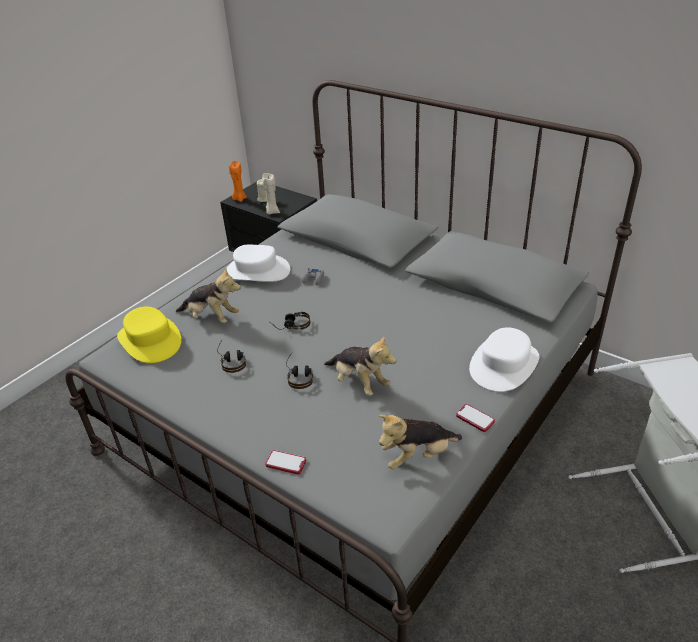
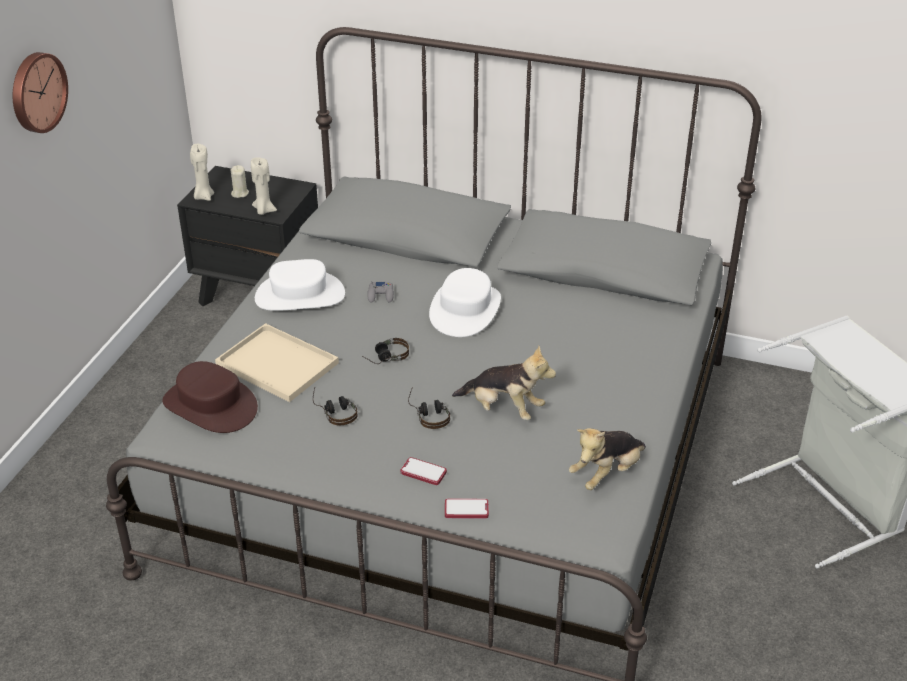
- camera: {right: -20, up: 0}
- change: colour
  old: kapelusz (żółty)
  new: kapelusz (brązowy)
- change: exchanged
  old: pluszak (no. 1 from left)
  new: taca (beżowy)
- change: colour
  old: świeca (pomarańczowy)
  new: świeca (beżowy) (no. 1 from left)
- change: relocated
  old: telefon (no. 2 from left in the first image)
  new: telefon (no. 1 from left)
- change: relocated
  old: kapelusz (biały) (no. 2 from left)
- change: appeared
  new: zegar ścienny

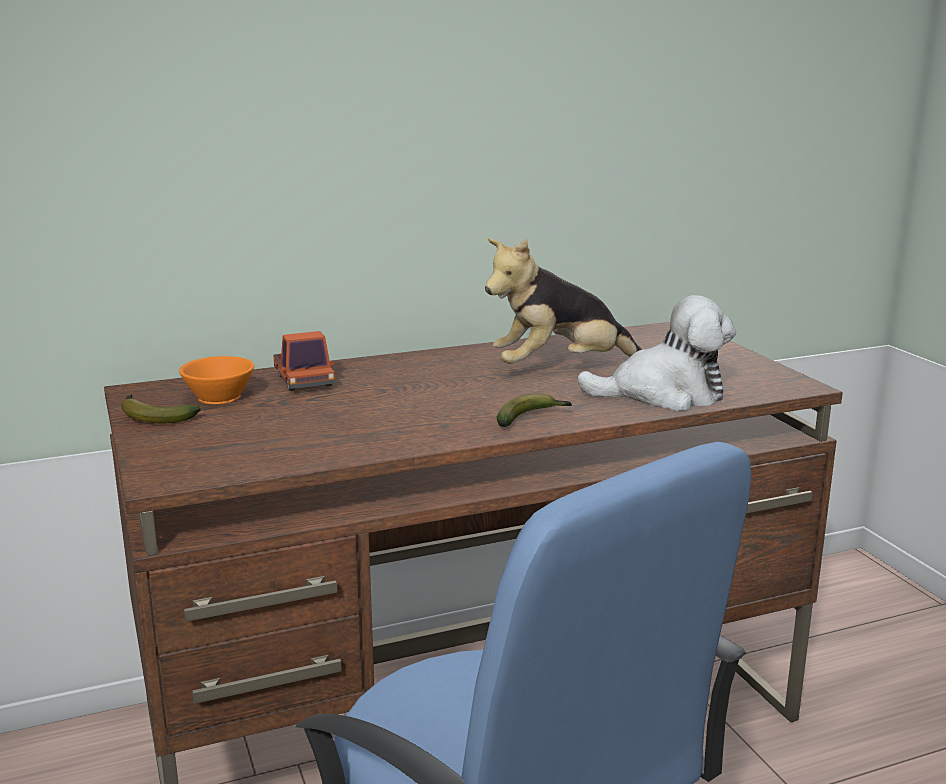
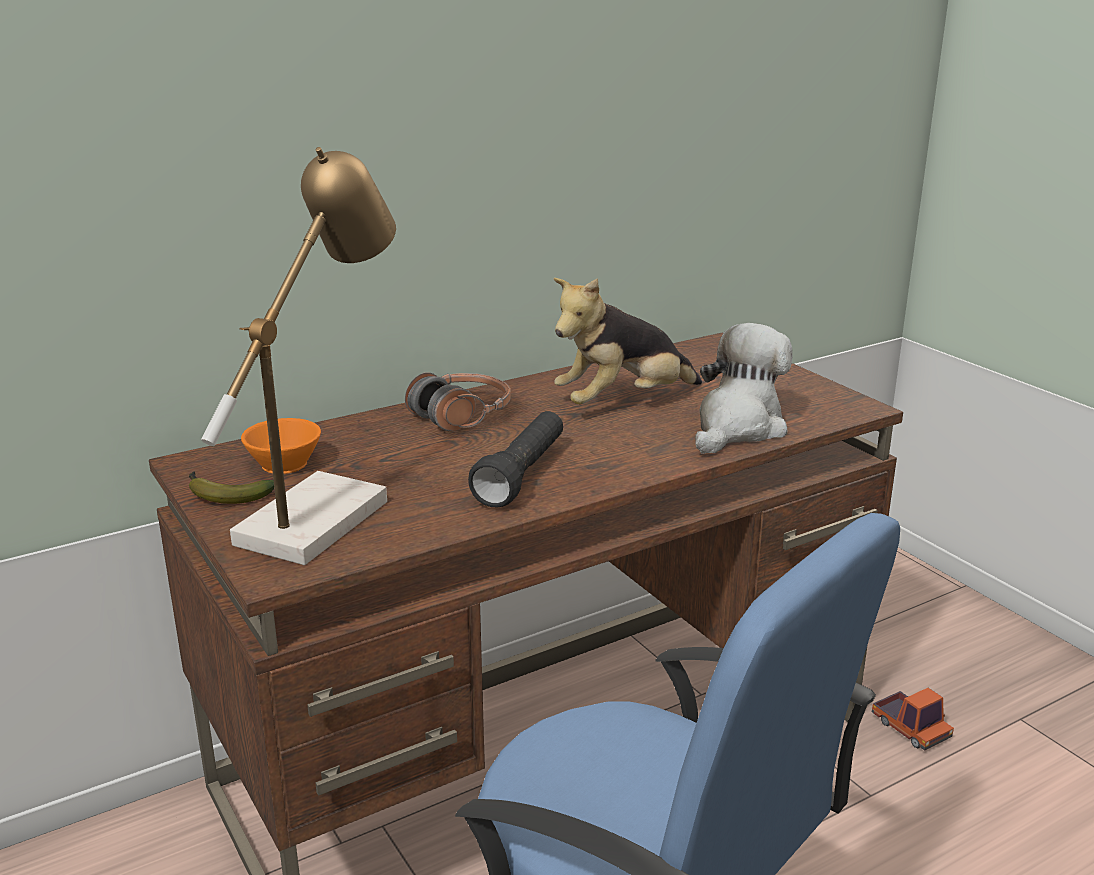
- camera: {right: -10, up: 5}
- change: relocated
  old: ciężarówka zabawkowa
- change: missing
  old: banan (no. 2 from left)
- change: spun
  old: pluszak (no. 2 from left)
  degrees: -45
- change: appeared
  new: lampa stołowa
- change: appeared
  new: słuchawki
- change: appeared
  new: latarka (czarny)

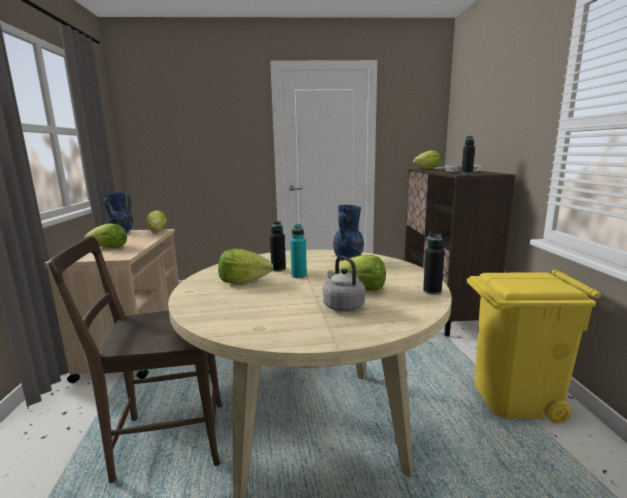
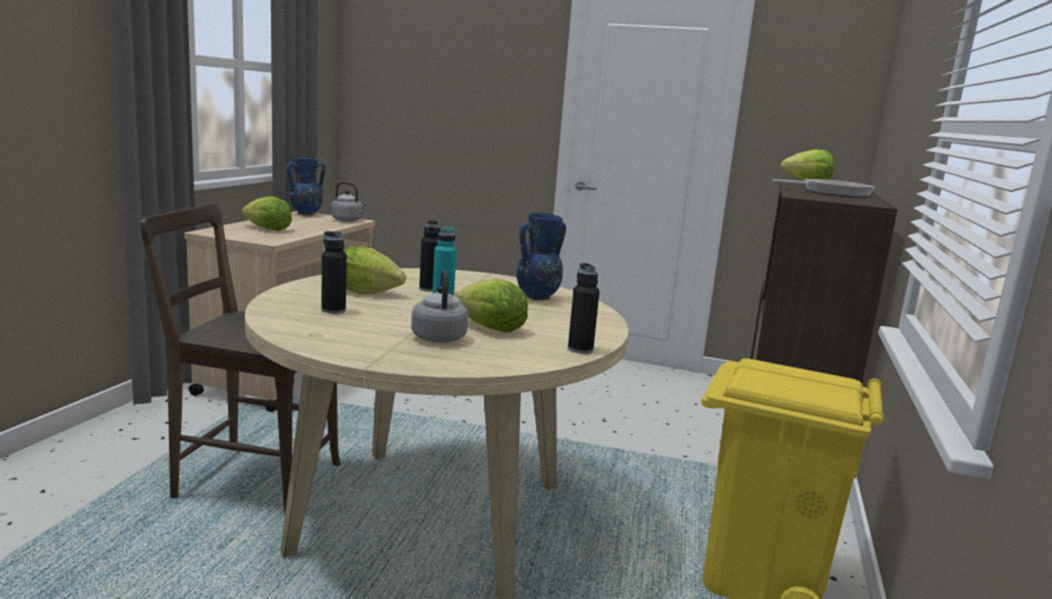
- camera: {right: 20, up: 0}
- change: exchanged
  old: sałata (no. 2 from left)
  new: czajnik (szary) (no. 1 from left)
- change: relocated
  old: butelka (czarny) (no. 3 from left in the first image)
  new: butelka (czarny) (no. 1 from left)

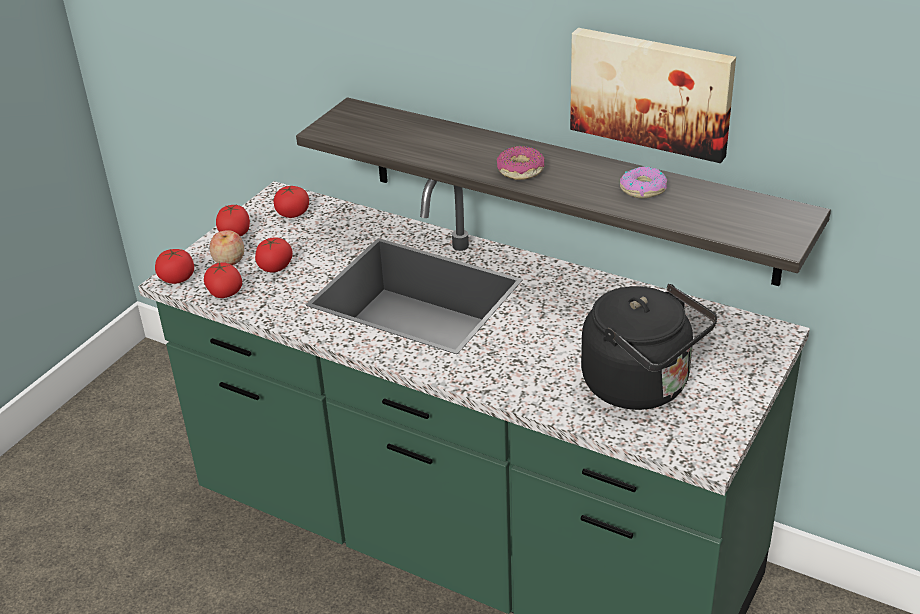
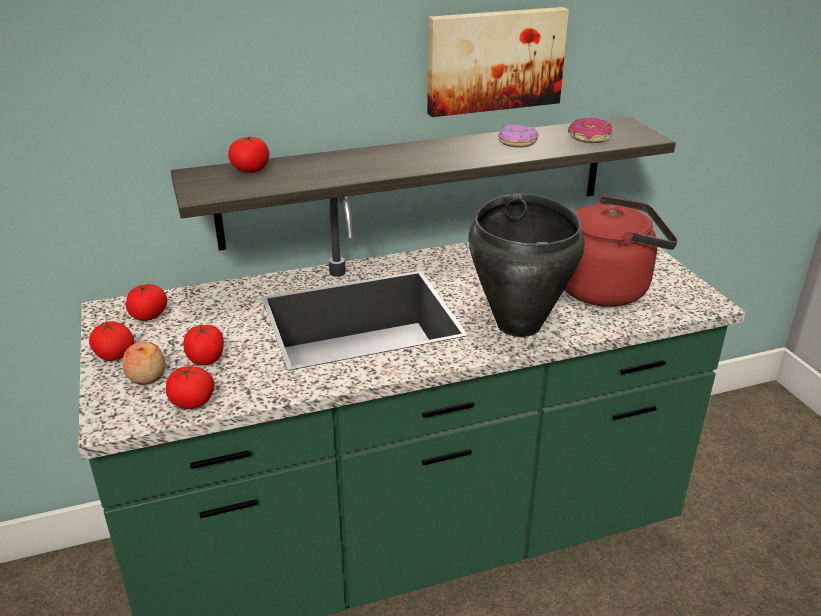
- camera: {right: -50, up: -5}
- change: relocated
  old: pomidor (no. 1 from left in the first image)
  new: pomidor (no. 5 from left)
- change: relocated
  old: donut (no. 1 from left in the first image)
  new: donut (no. 2 from left)
- change: colour
  old: czajnik (czarny)
  new: czajnik (czerwony)
- change: appeared
  new: garnek (czarny)

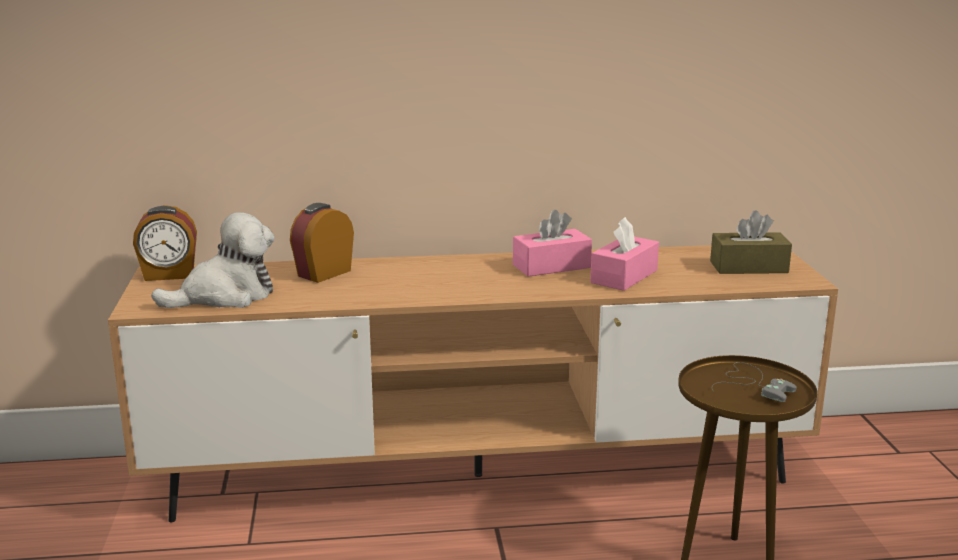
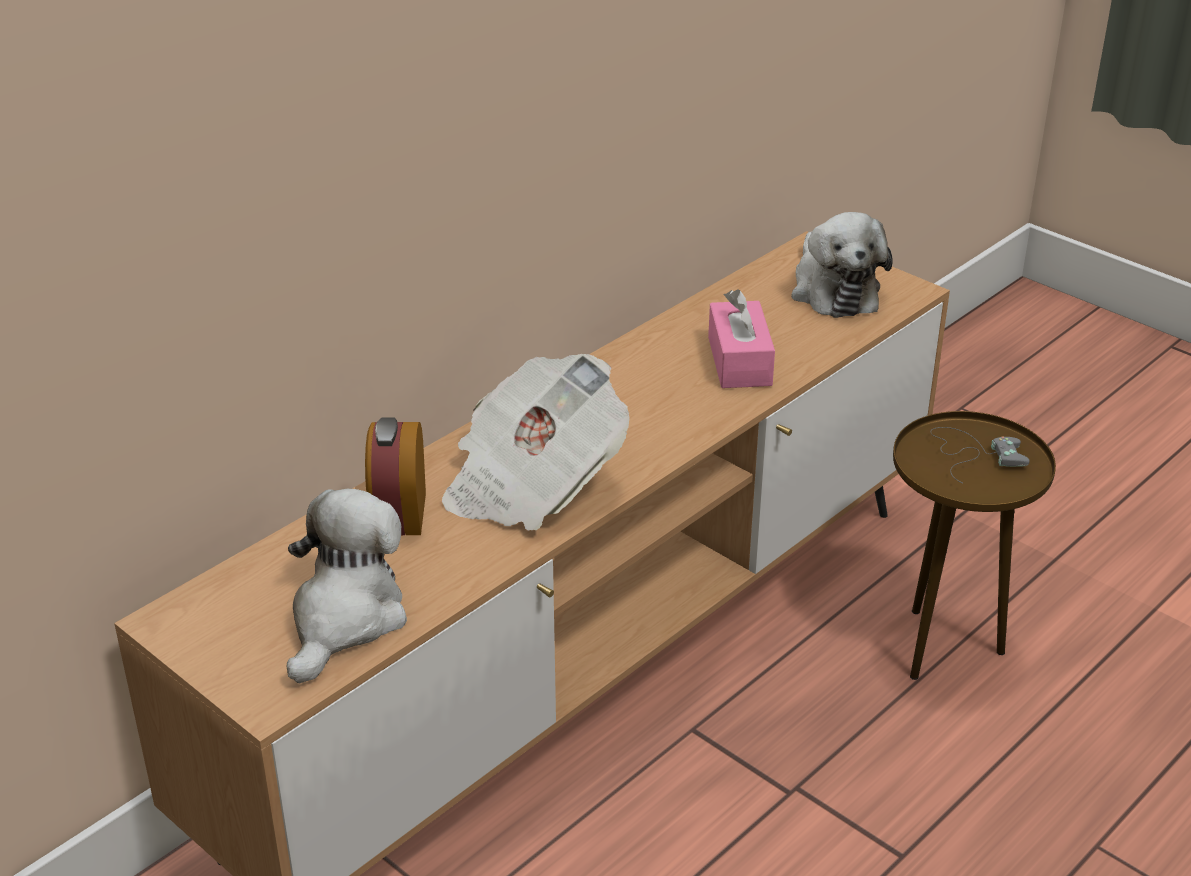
- camera: {right: -40, up: 15}
- change: missing
  old: budzik (no. 1 from left)
- change: missing
  old: pudełko chusteczek (różowy) (no. 1 from left)
- change: exchanged
  old: pudełko chusteczek (brązowy)
  new: pluszak (no. 2 from left)
- change: appeared
  new: gazeta

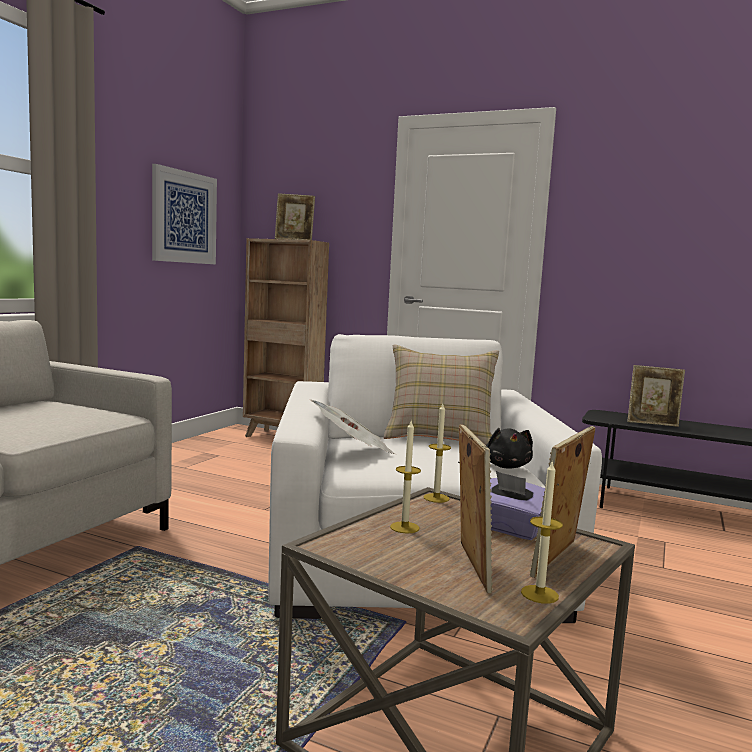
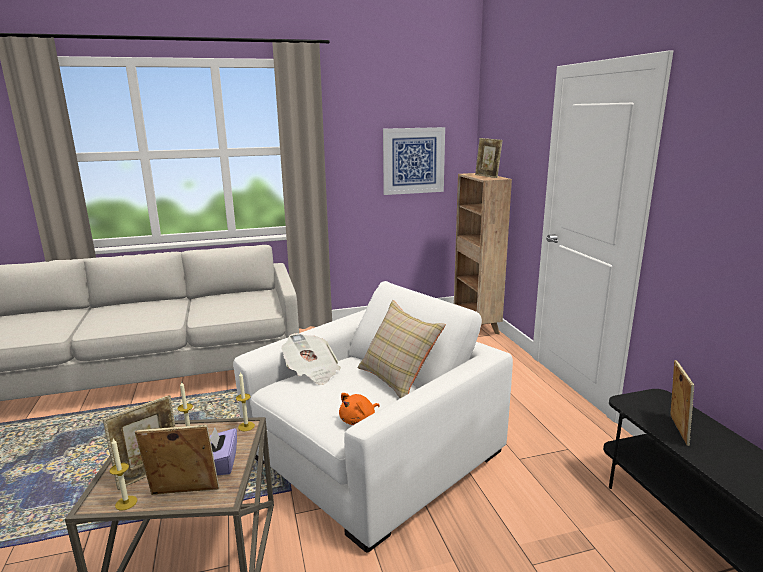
- camera: {right: 50, up: 10}
- change: colour
  old: pluszak (czarny)
  new: pluszak (pomarańczowy)
- change: spun
  old: ramka na zdjęcie (no. 4 from left)
  degrees: -135

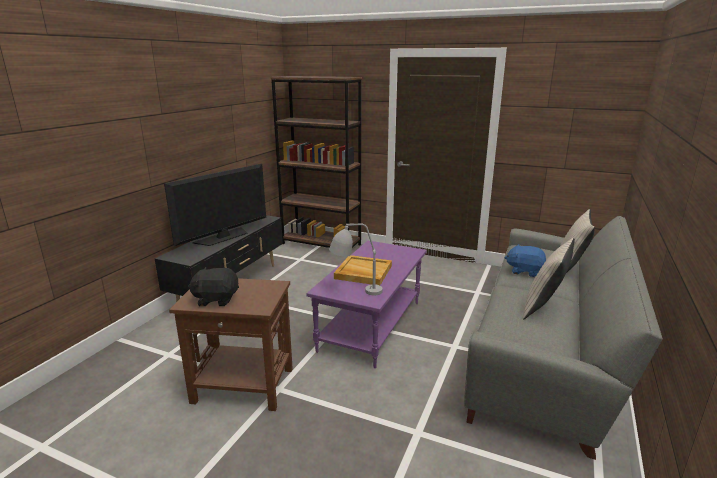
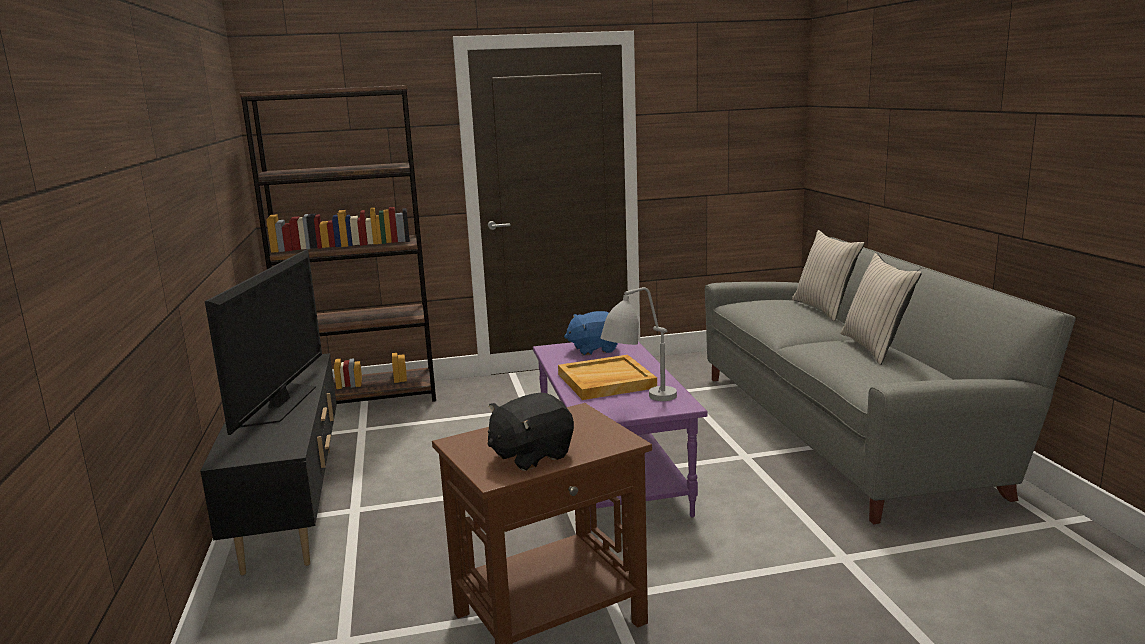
- camera: {right: -35, up: -5}
- change: relocated
  old: pluszak (niebieski)

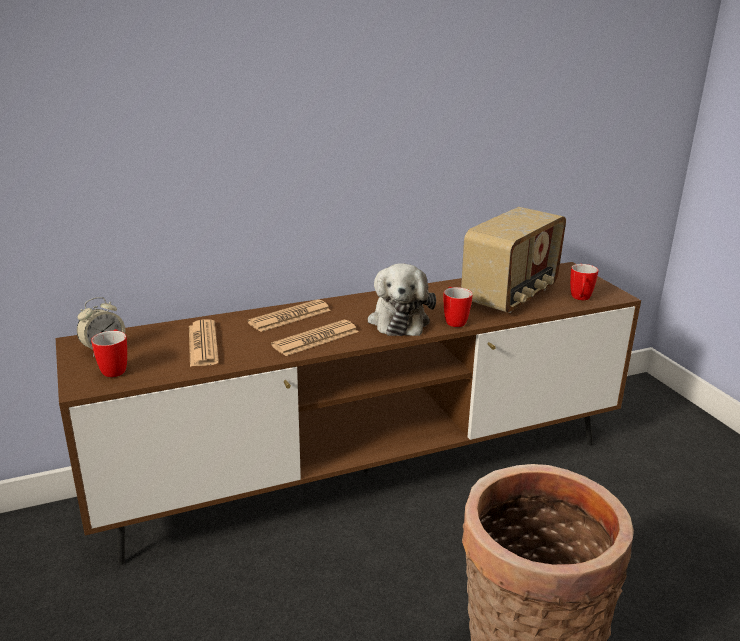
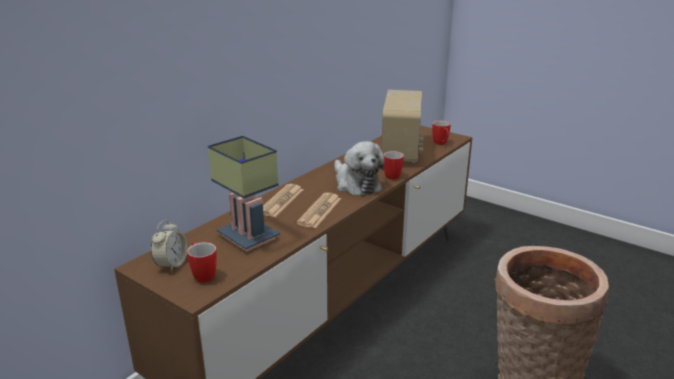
- camera: {right: -30, up: 0}
- change: exchanged
  old: gazeta (no. 1 from left)
  new: lampa stołowa

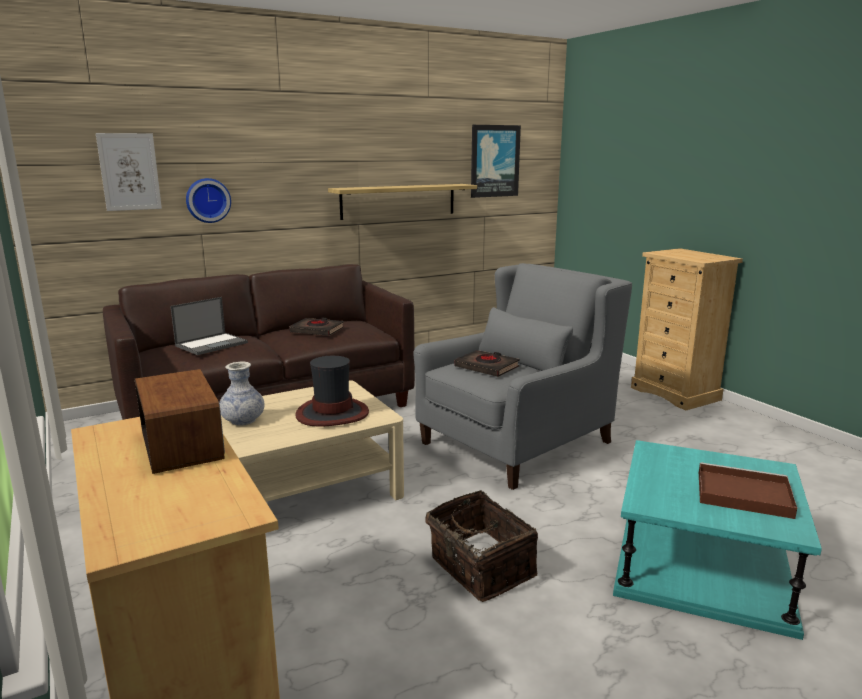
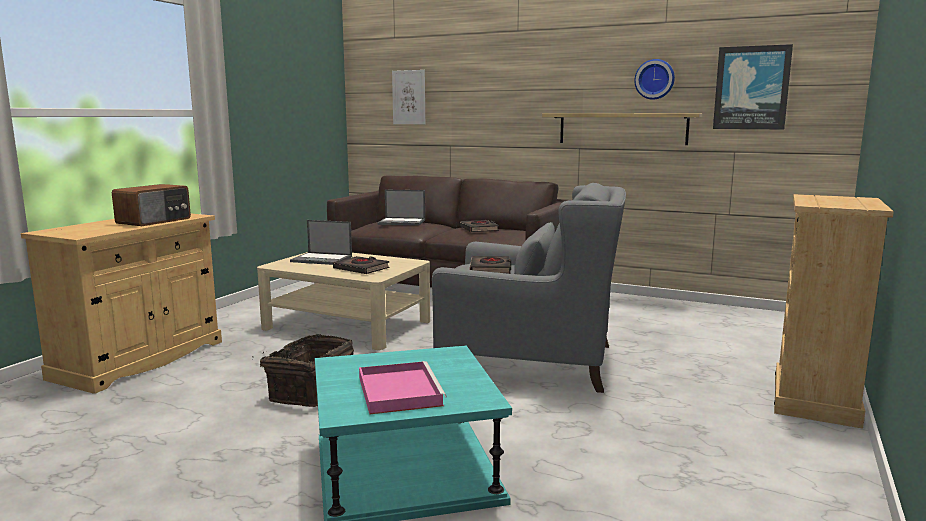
- camera: {right: 55, up: -5}
- change: relocated
  old: zegar ścienny
- change: exchanged
  old: wazon
  new: laptop (no. 1 from left)
- change: exchanged
  old: kapelusz
  new: książka (czarny) (no. 1 from left)
- change: colour
  old: taca (brązowy)
  new: taca (różowy)

